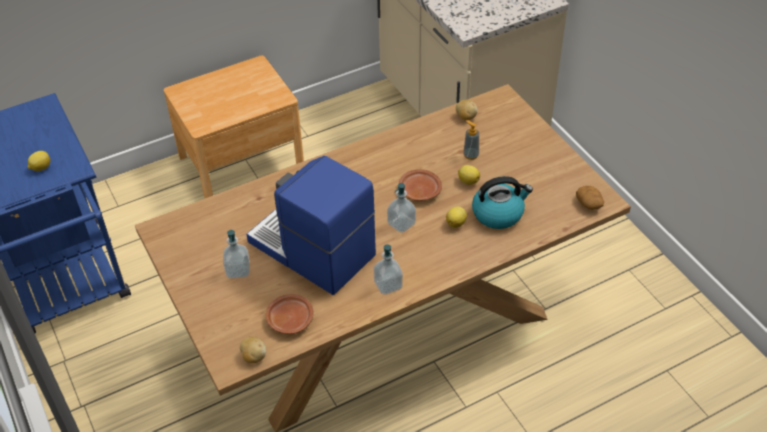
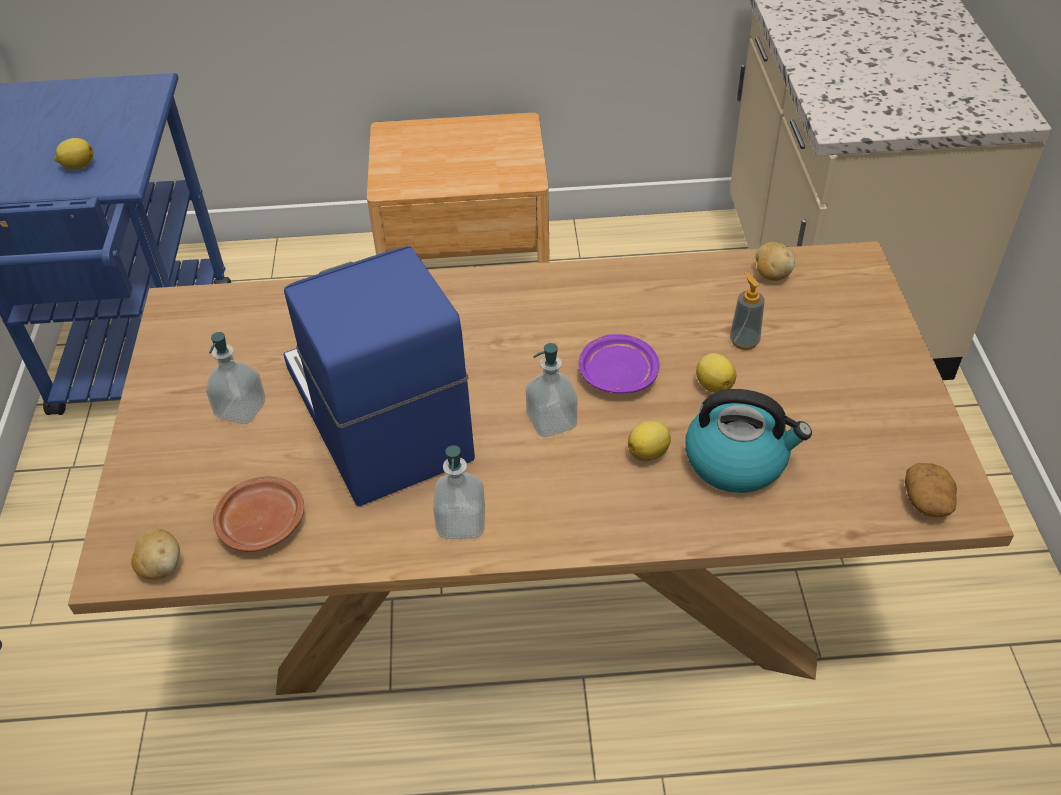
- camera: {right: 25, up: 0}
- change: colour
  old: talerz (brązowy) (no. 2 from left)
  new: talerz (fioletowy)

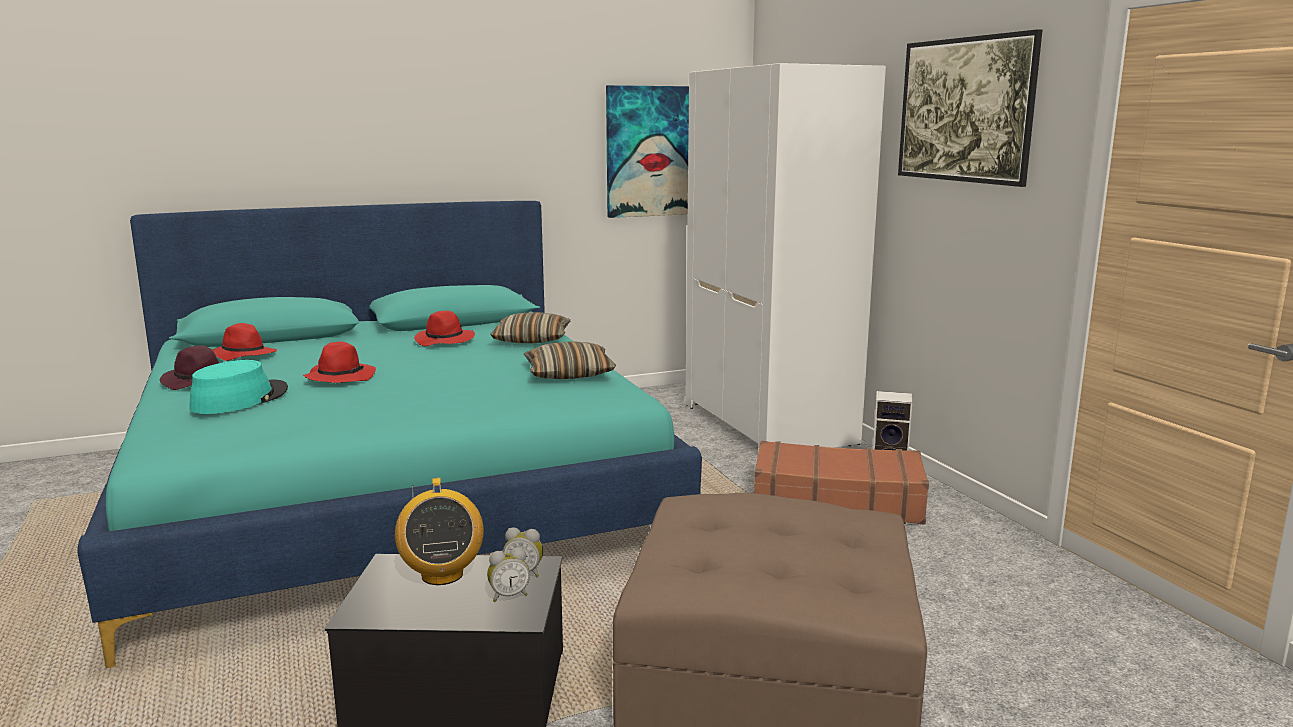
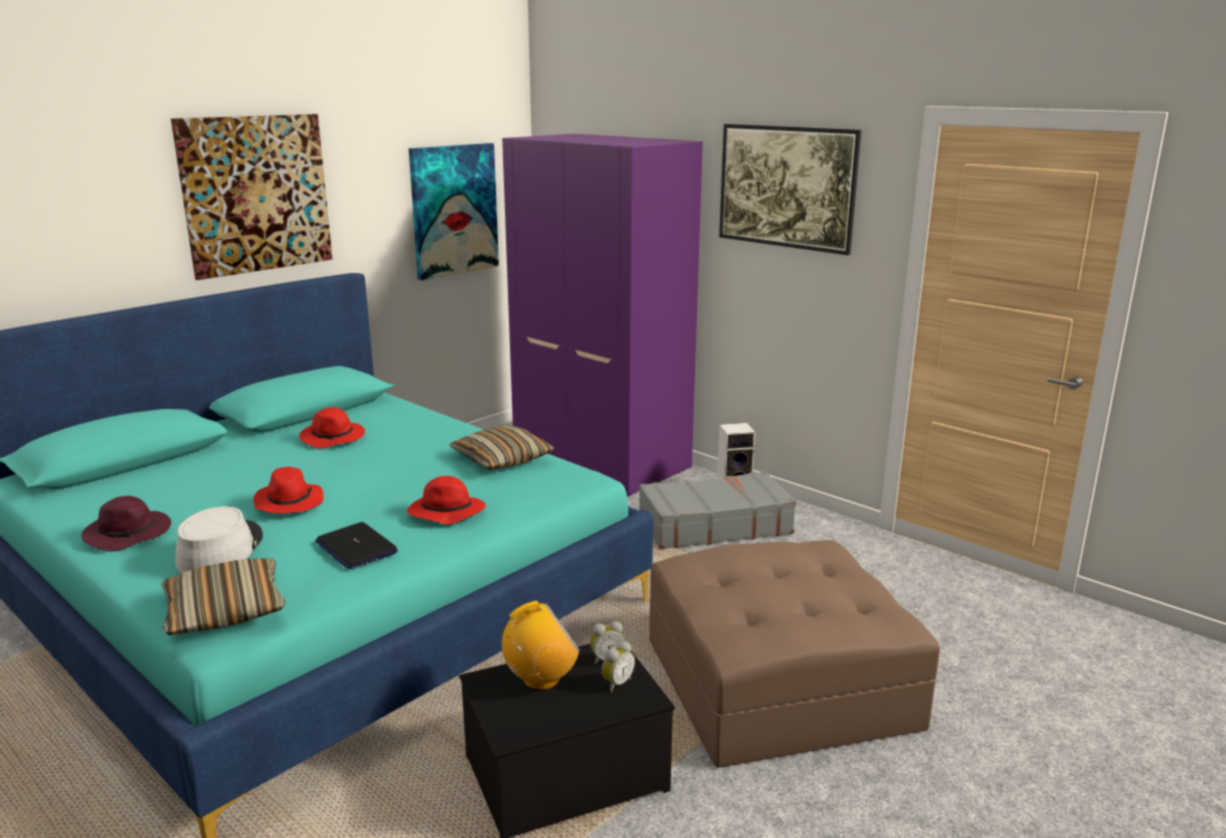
- camera: {right: -25, up: 5}
- change: colour
  old: kapelusz (turkusowy)
  new: kapelusz (szary)
- change: relocated
  old: kapelusz (czerwony) (no. 1 from left in the first image)
  new: kapelusz (czerwony) (no. 3 from left)
- change: spun
  old: radio
  degrees: -75
- change: relocated
  old: poduszka (no. 1 from left)
- change: colour
  old: szafa (biały)
  new: szafa (fioletowy)
- change: colour
  old: walizka (brązowy)
  new: walizka (szary)
- change: appeared
  new: obraz (no. 1 from left)
- change: appeared
  new: laptop

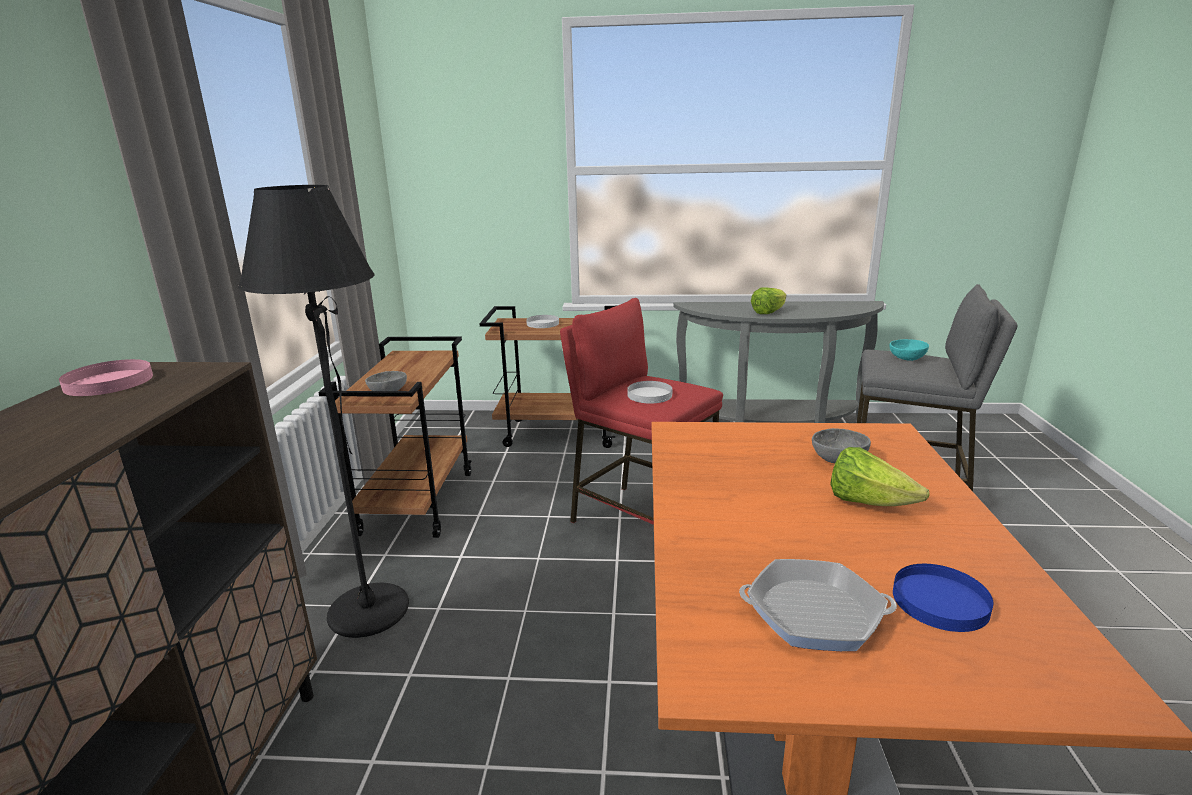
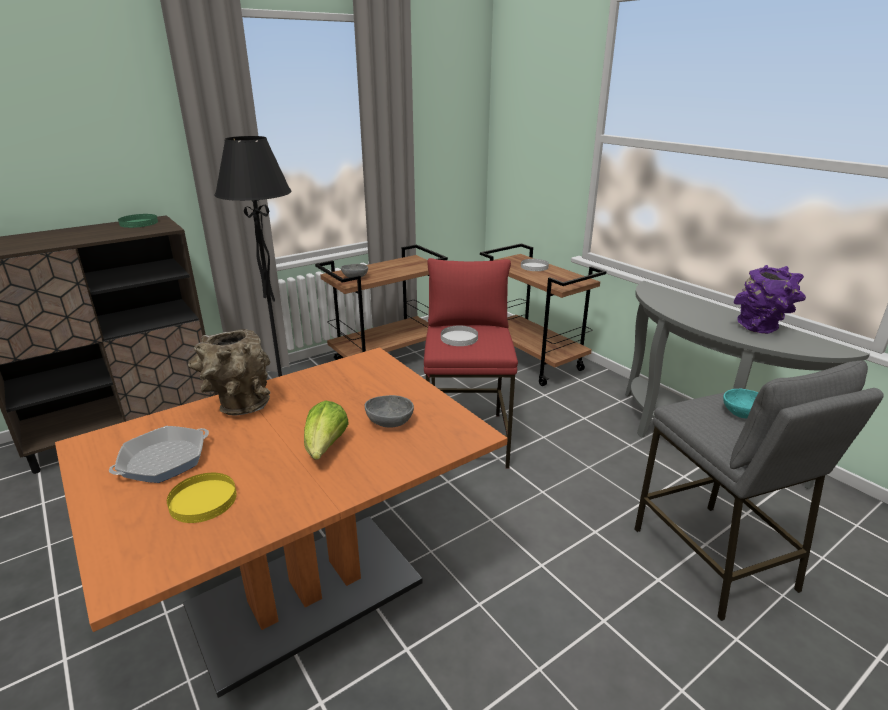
- camera: {right: 50, up: 5}
- change: colour
  old: talerz (różowy)
  new: talerz (zielony)
- change: spun
  old: patelnia
  degrees: -105
- change: missing
  old: sałata (no. 1 from left)
- change: colour
  old: talerz (niebieski)
  new: talerz (żółty)
- change: appeared
  new: wazon (brązowy)
- change: appeared
  new: wazon (fioletowy)

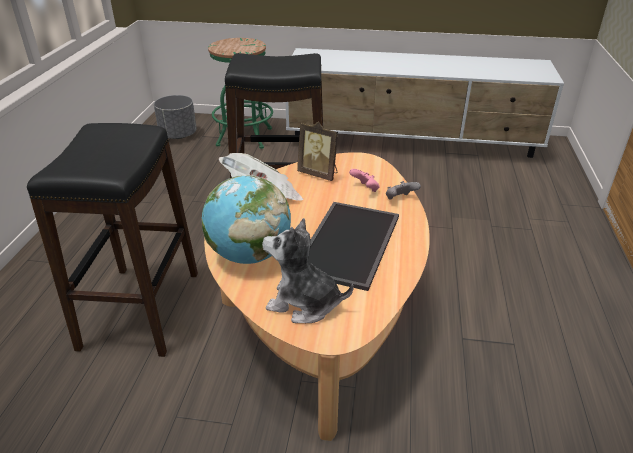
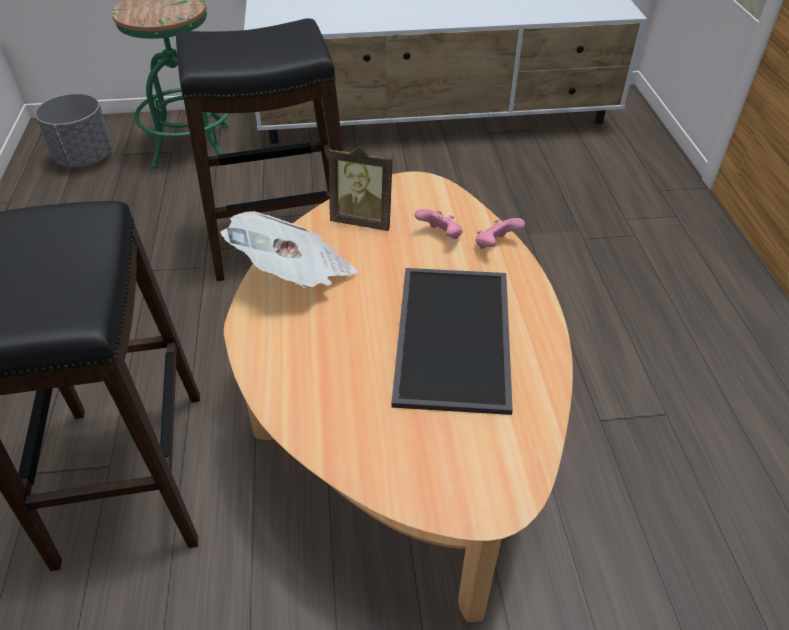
- camera: {right: -15, up: 10}
- change: missing
  old: globus
- change: missing
  old: pluszak
- change: colour
  old: pad do gier (szary)
  new: pad do gier (różowy) (no. 2 from left)

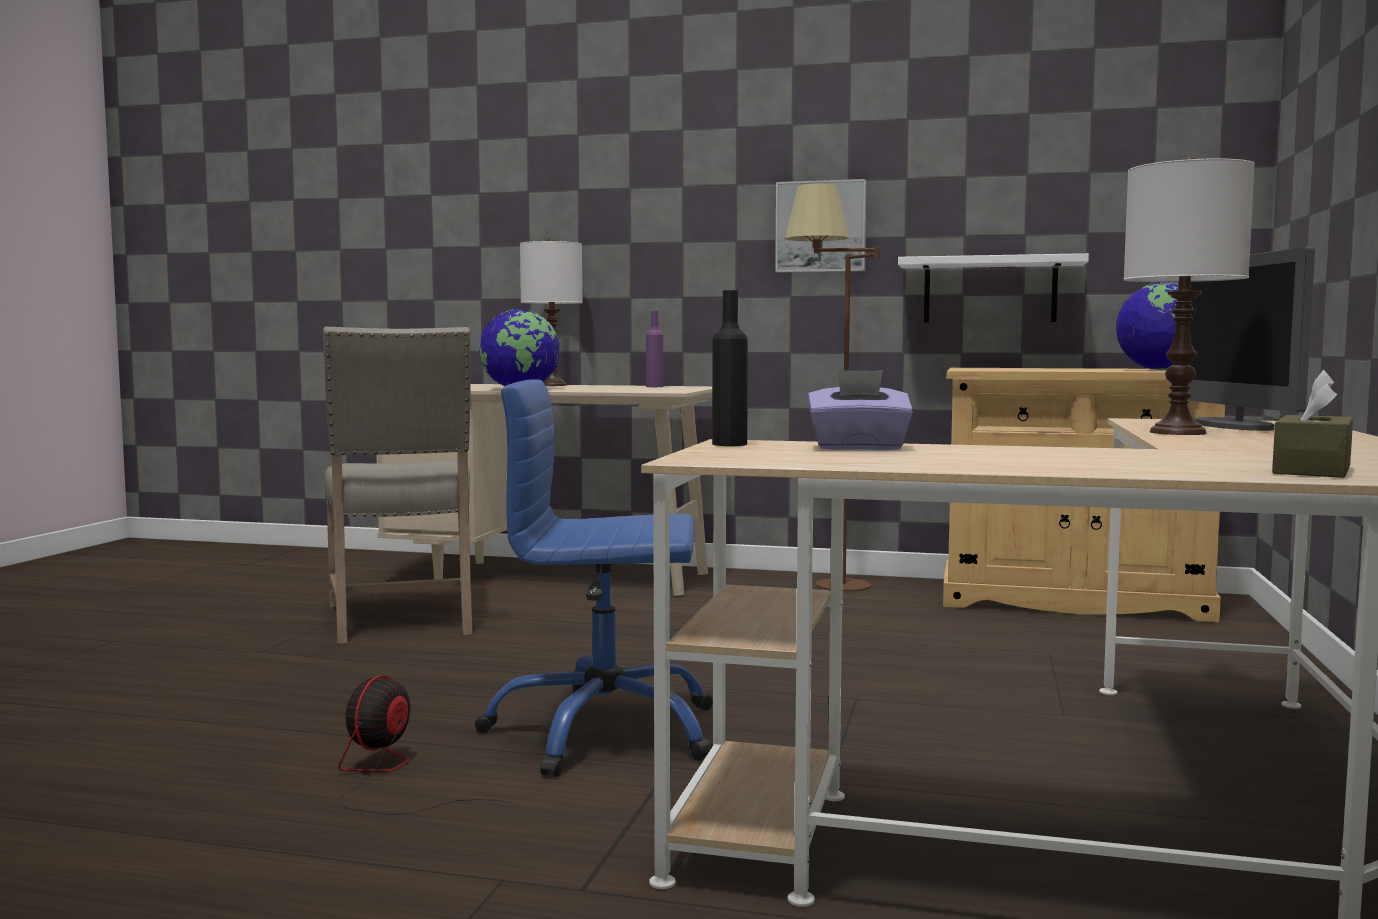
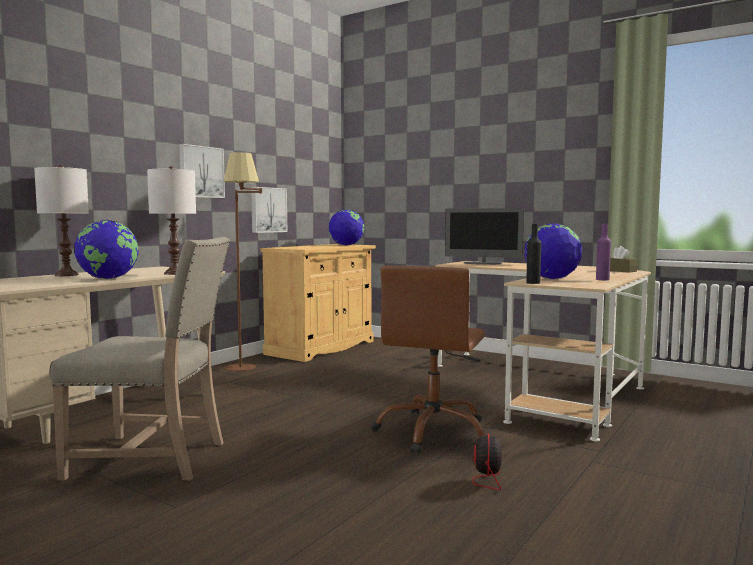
- camera: {right: -70, up: 0}
- change: spun
  old: wentylator
  degrees: -120
- change: colour
  old: krzesło biurowe (niebieski)
  new: krzesło biurowe (brązowy)
- change: relocated
  old: butelka (fioletowy)
- change: exchanged
  old: pudełko chusteczek (fioletowy)
  new: globus (no. 3 from left)
- change: exchanged
  old: półka (biały)
  new: obraz (no. 2 from left)
- change: relocated
  old: lampa stołowa (biały) (no. 2 from left)

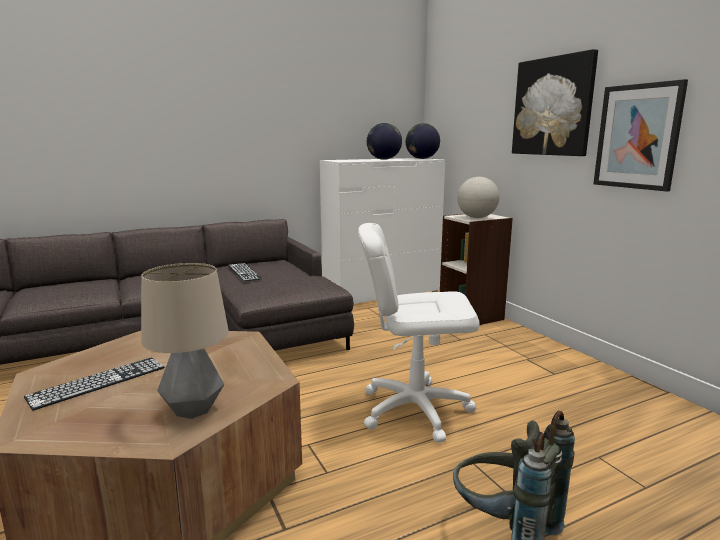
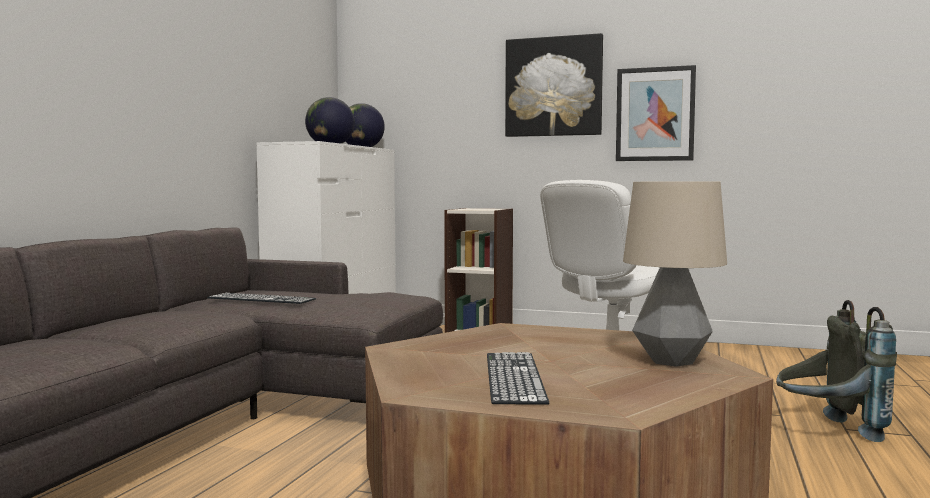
- camera: {right: -45, up: -10}
- change: missing
  old: globus (no. 3 from left)

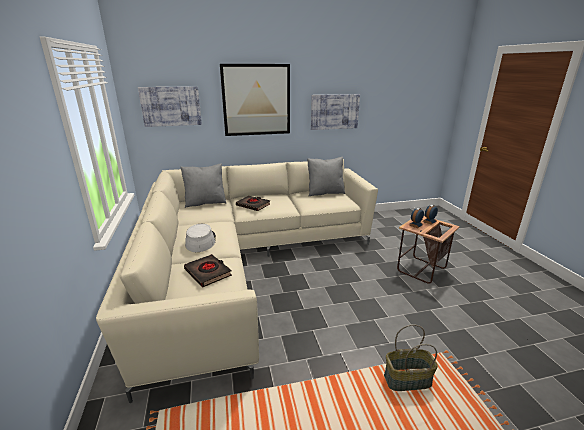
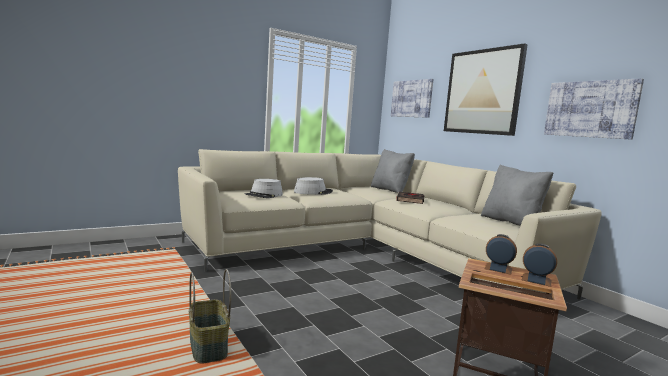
- camera: {right: 70, up: -15}
- change: exchanged
  old: książka (czarny) (no. 1 from left)
  new: kapelusz (szary) (no. 1 from left)

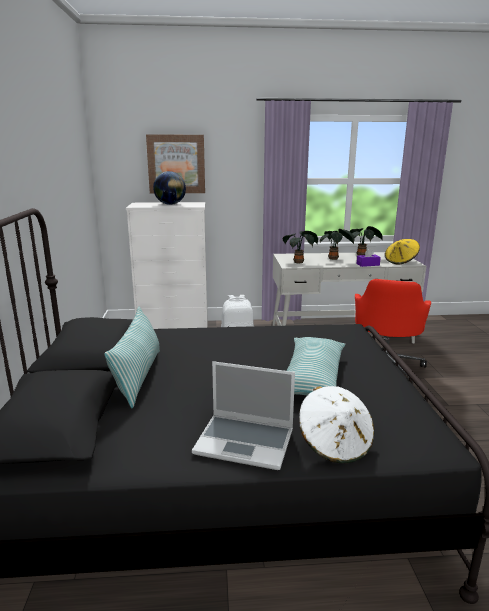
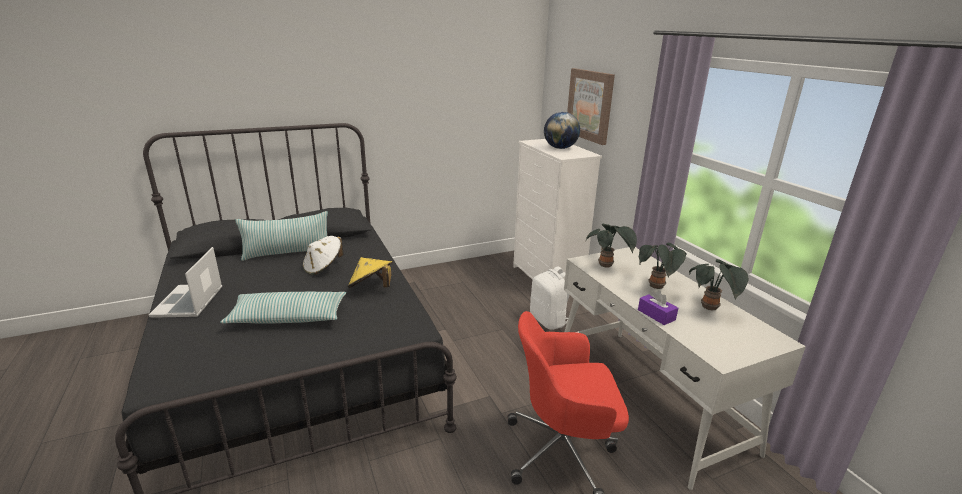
- camera: {right: 70, up: 5}
- change: relocated
  old: kapelusz (biały)
- change: relocated
  old: kapelusz (żółty)

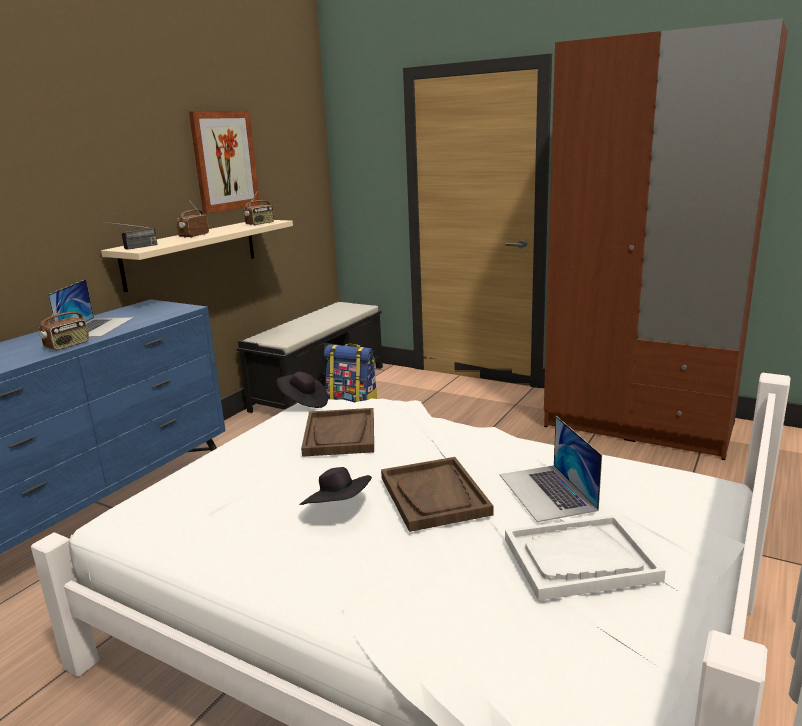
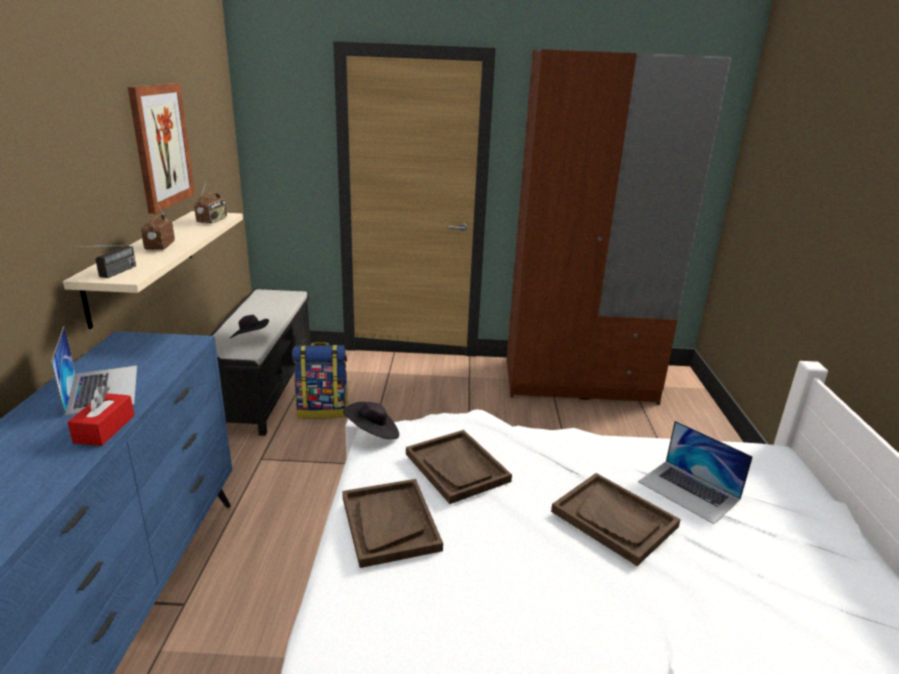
- camera: {right: -30, up: 5}
- change: exchanged
  old: radio (no. 1 from left)
  new: pudełko chusteczek (czerwony)
- change: relocated
  old: kapelusz (czarny) (no. 2 from left in the first image)
  new: kapelusz (czarny) (no. 1 from left)
- change: missing
  old: taca (biały)
- change: appeared
  new: taca (brązowy) (no. 1 from left)

